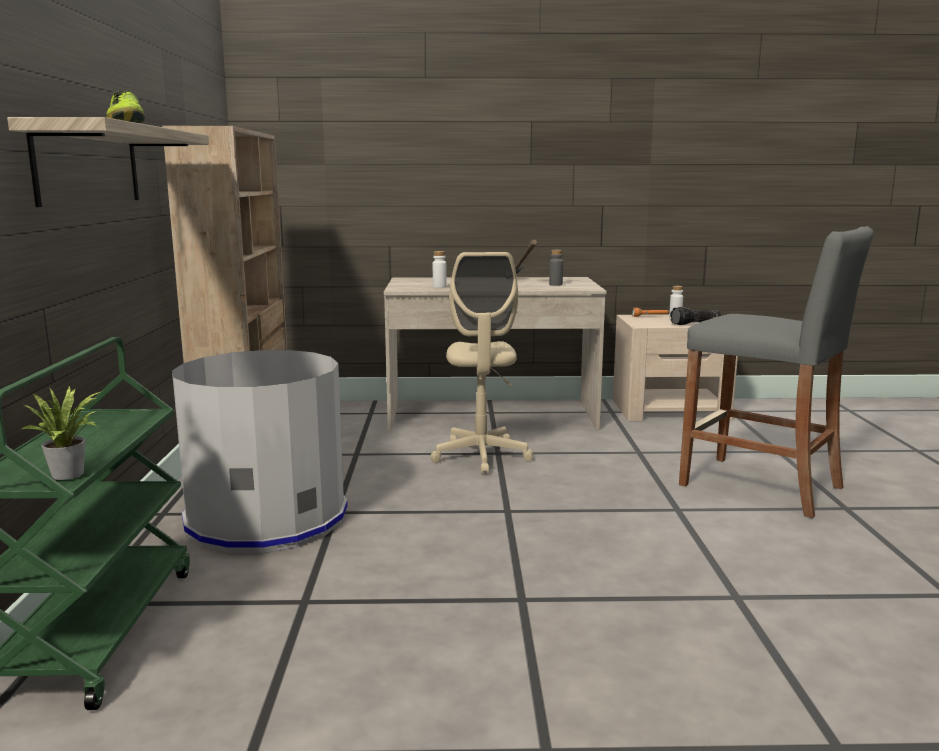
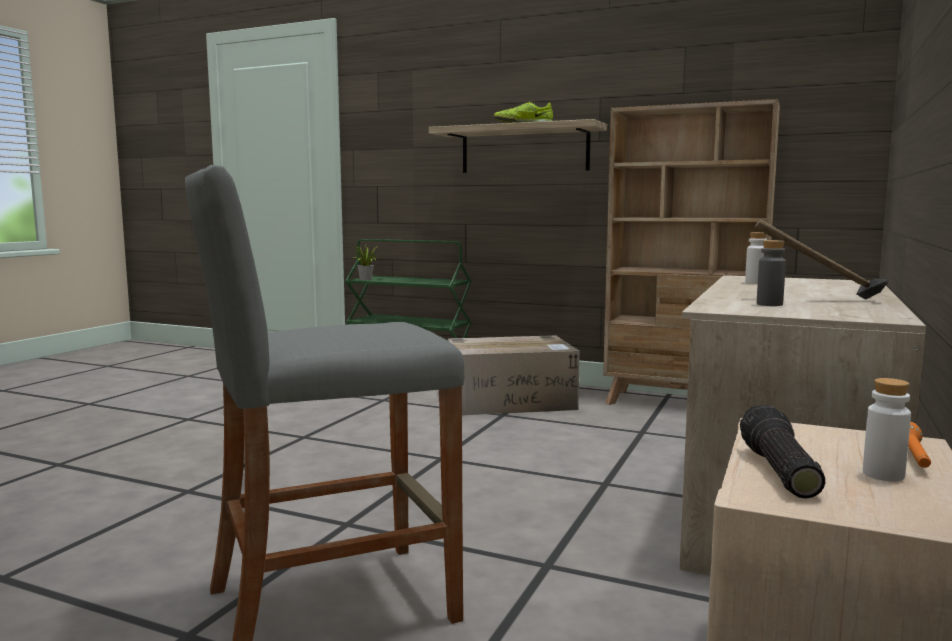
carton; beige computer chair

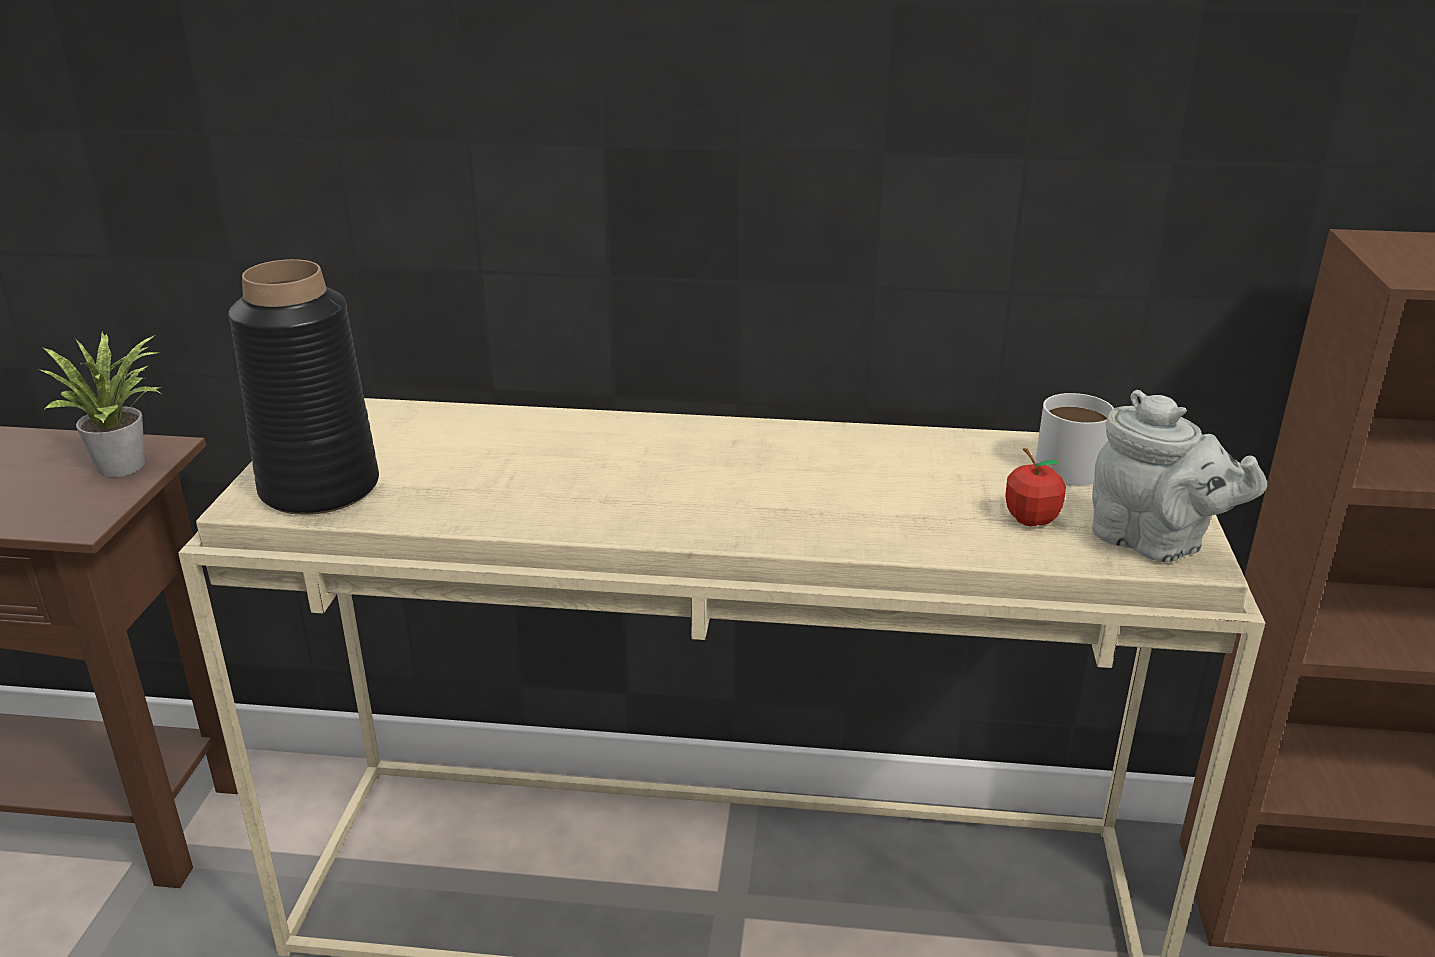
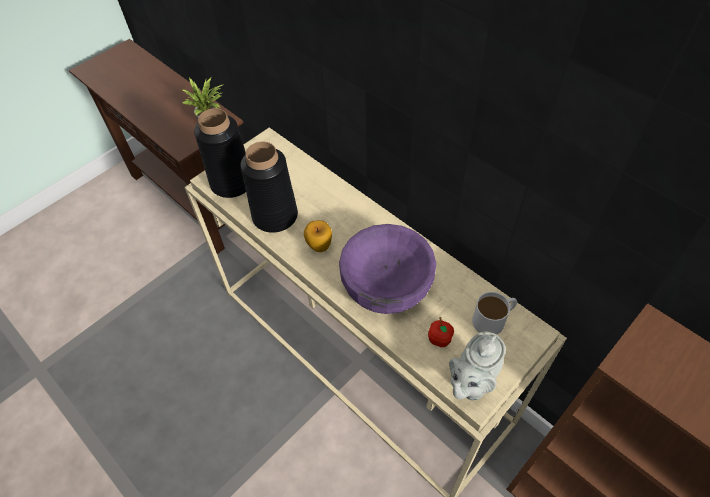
grey teapot; black vase (no. 2 from left); whole apple (no. 1 from left); purple serving bowl

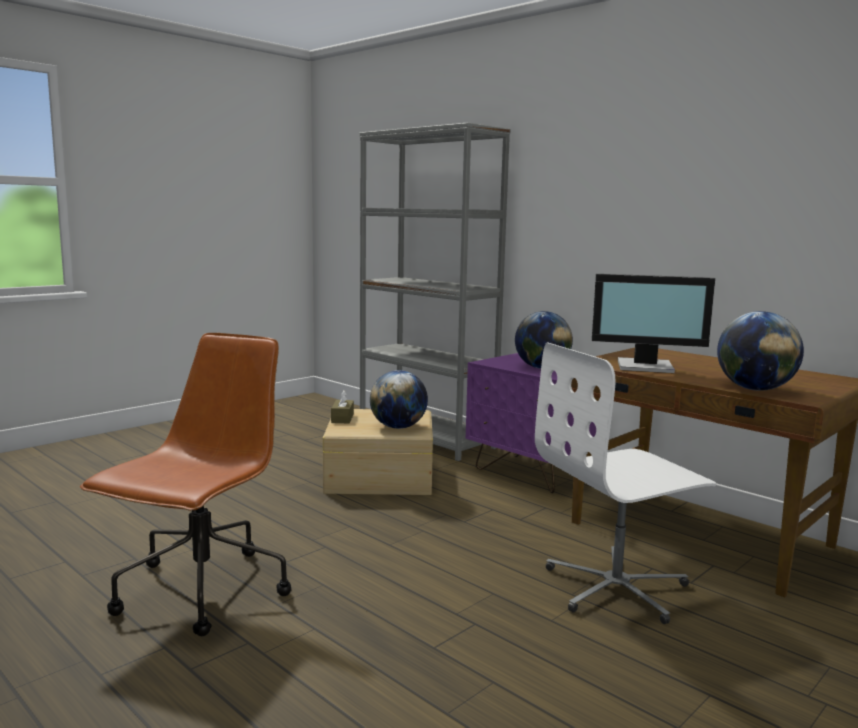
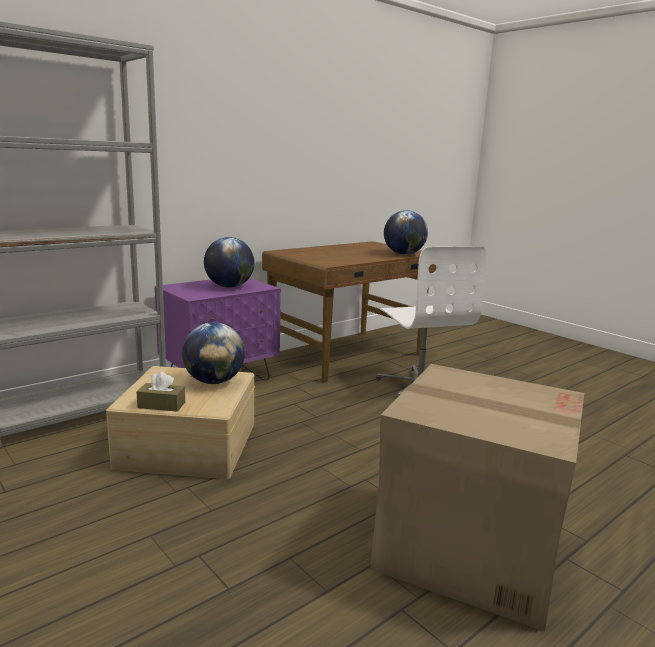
carton; computer screen

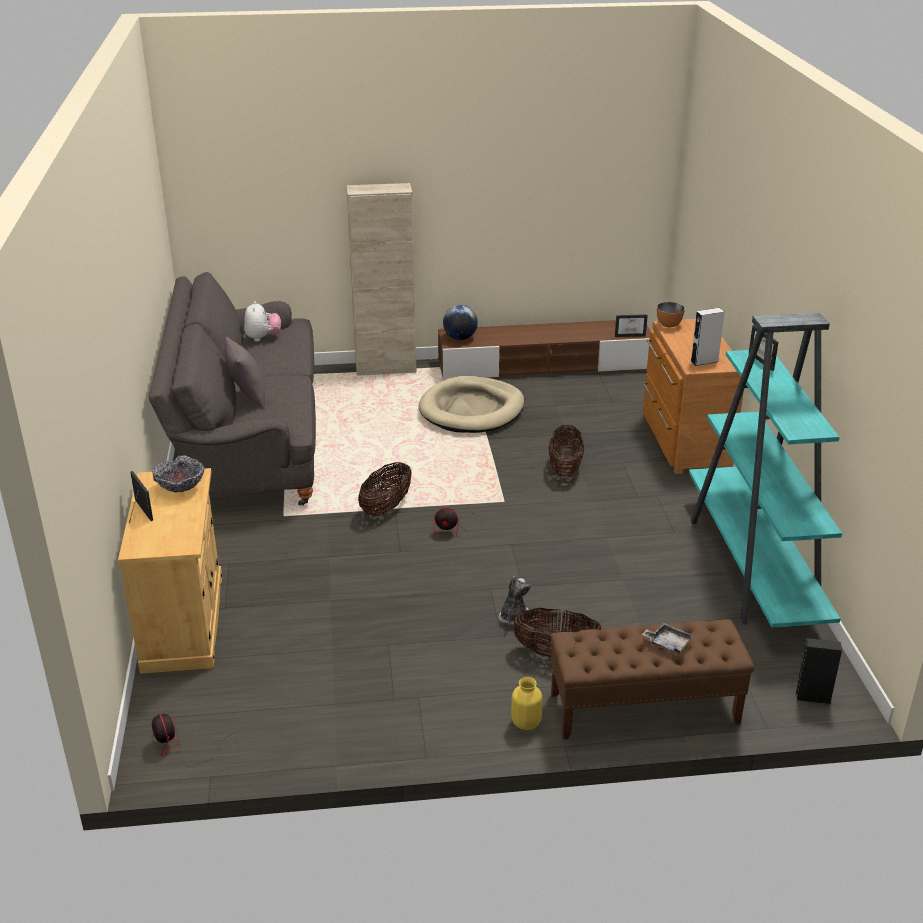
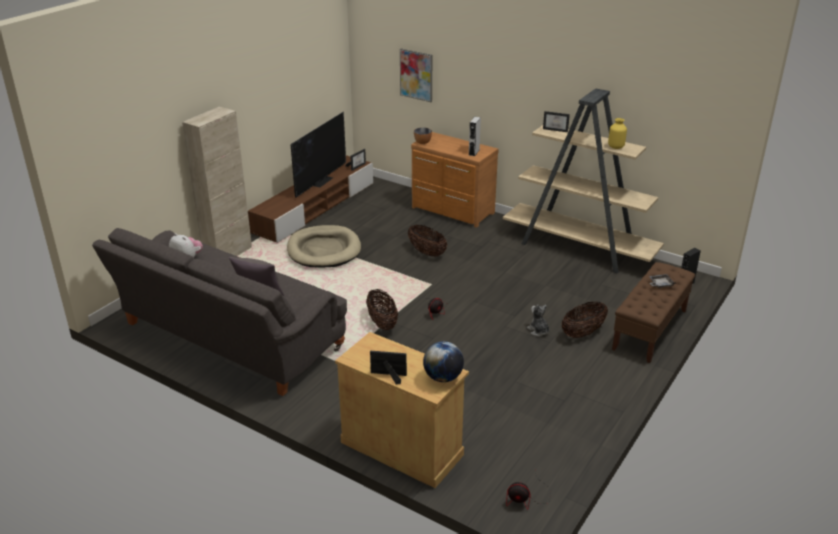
serving bowl (no. 1 from left in the first image); world globe; yellow vase; beige bookcase; TV set; wall picture

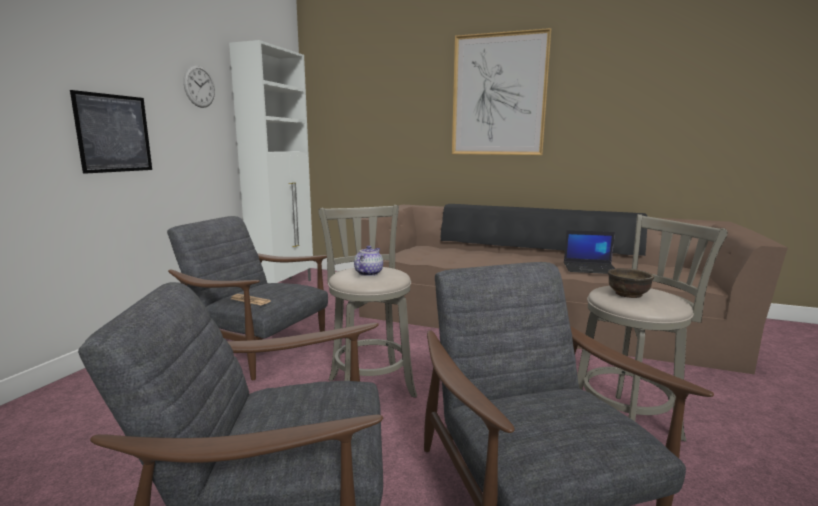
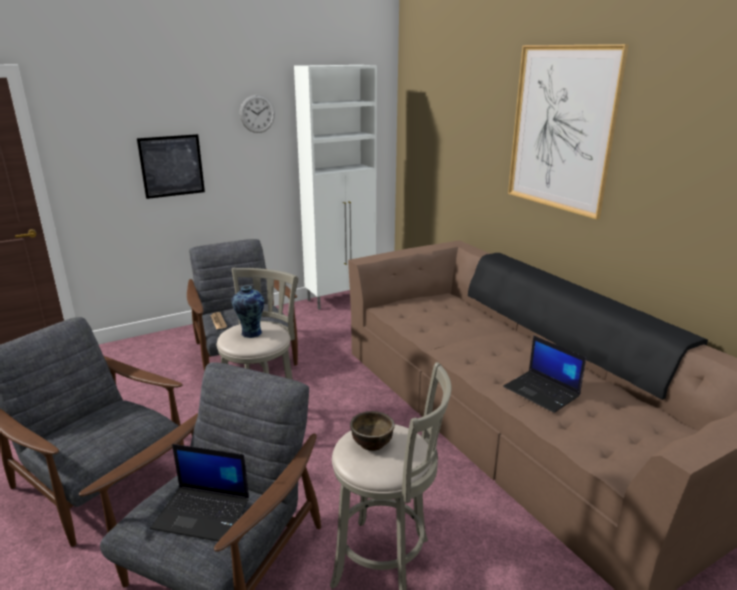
vase; portable computer (no. 1 from left)

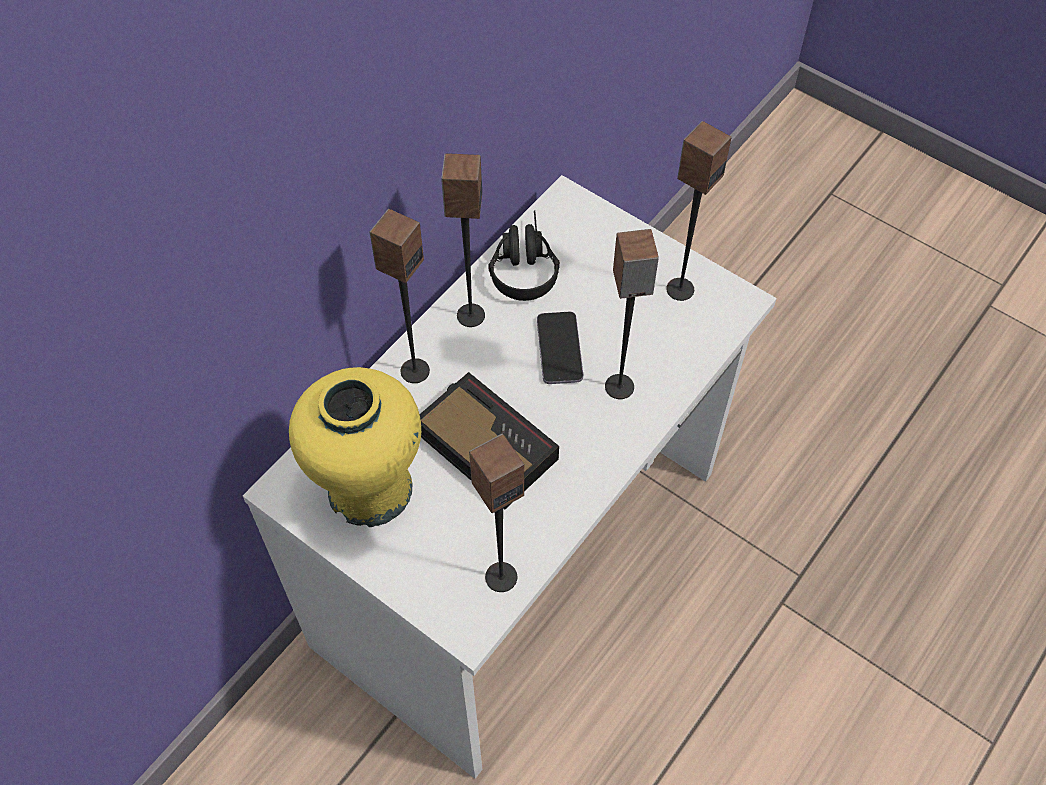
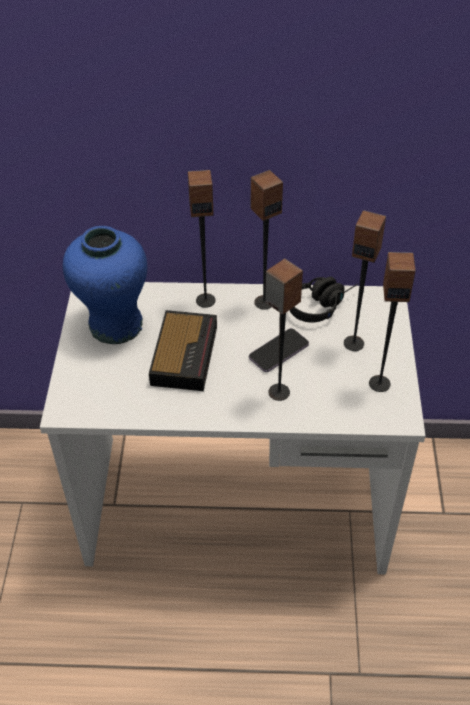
blue-coloured vase; loudspeaker (no. 4 from left)

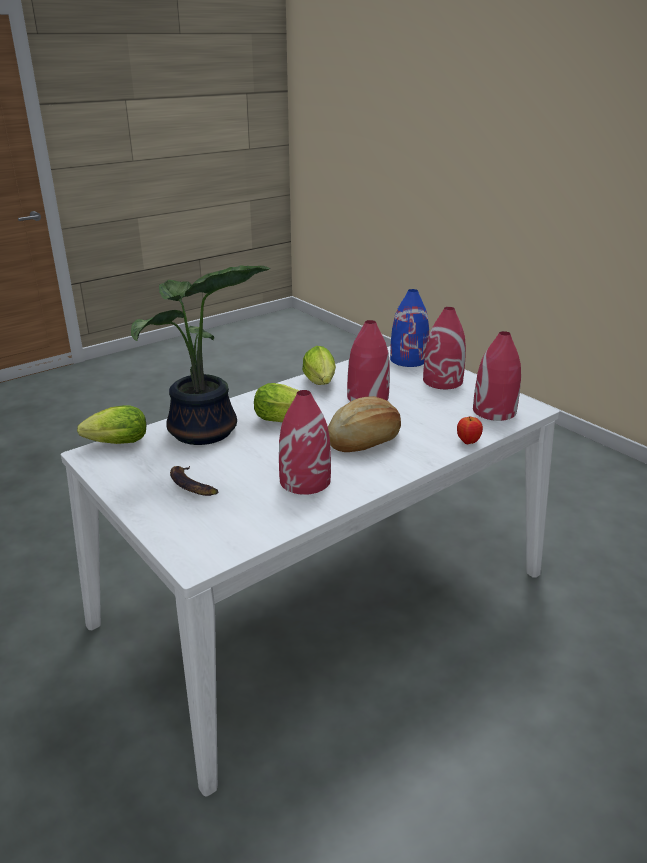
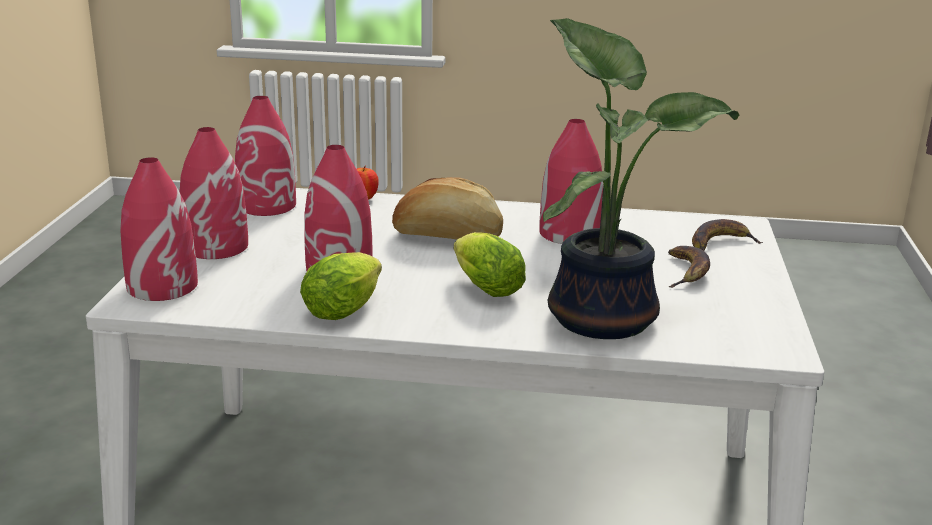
lettuce head (no. 1 from left in the first image); red-coloured vase (no. 1 from left); banana fruit (no. 2 from left)

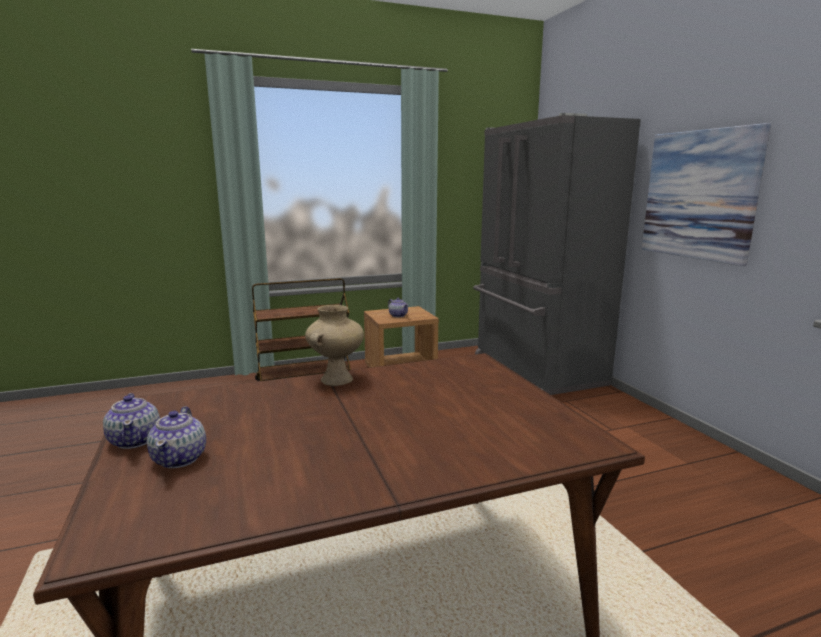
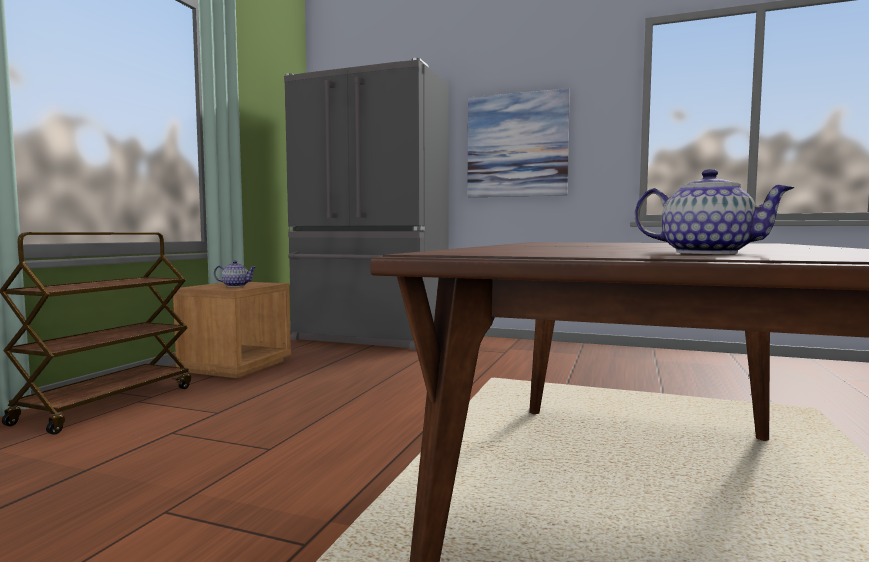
teapot (no. 1 from left in the first image); beige vase

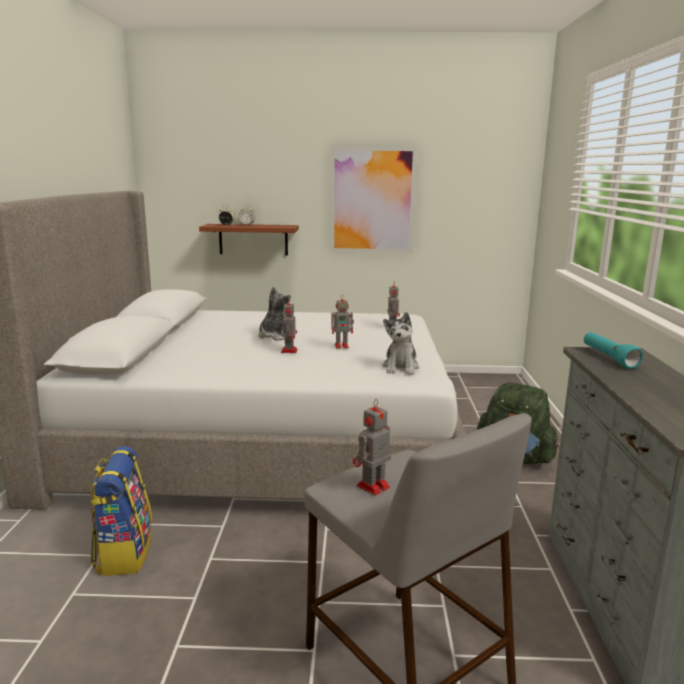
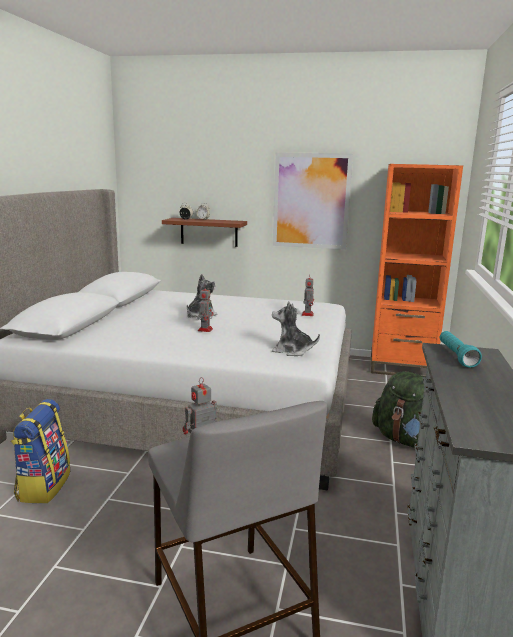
model robot (no. 2 from left in the first image); cuddly toy (no. 2 from left); orange bookcase

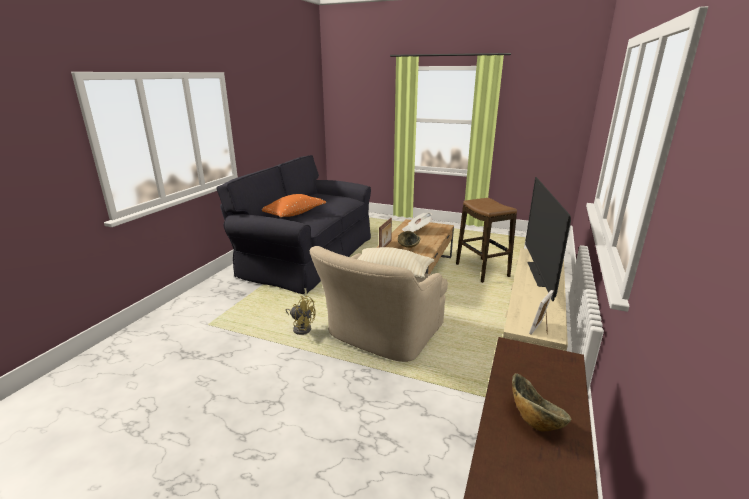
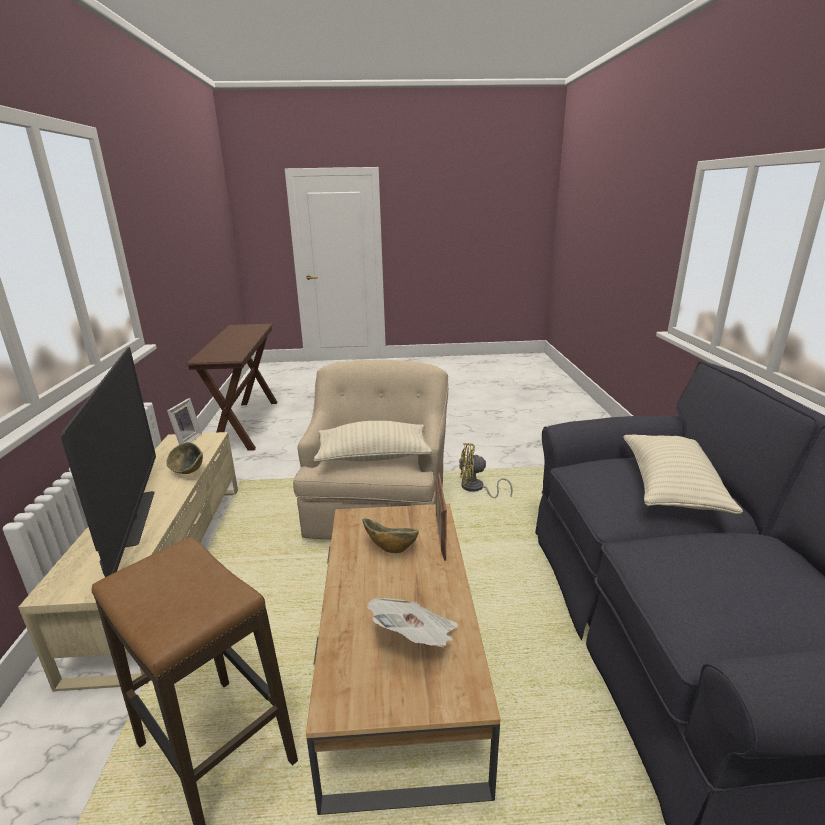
beige cushion (no. 2 from left); serving bowl (no. 1 from left)

